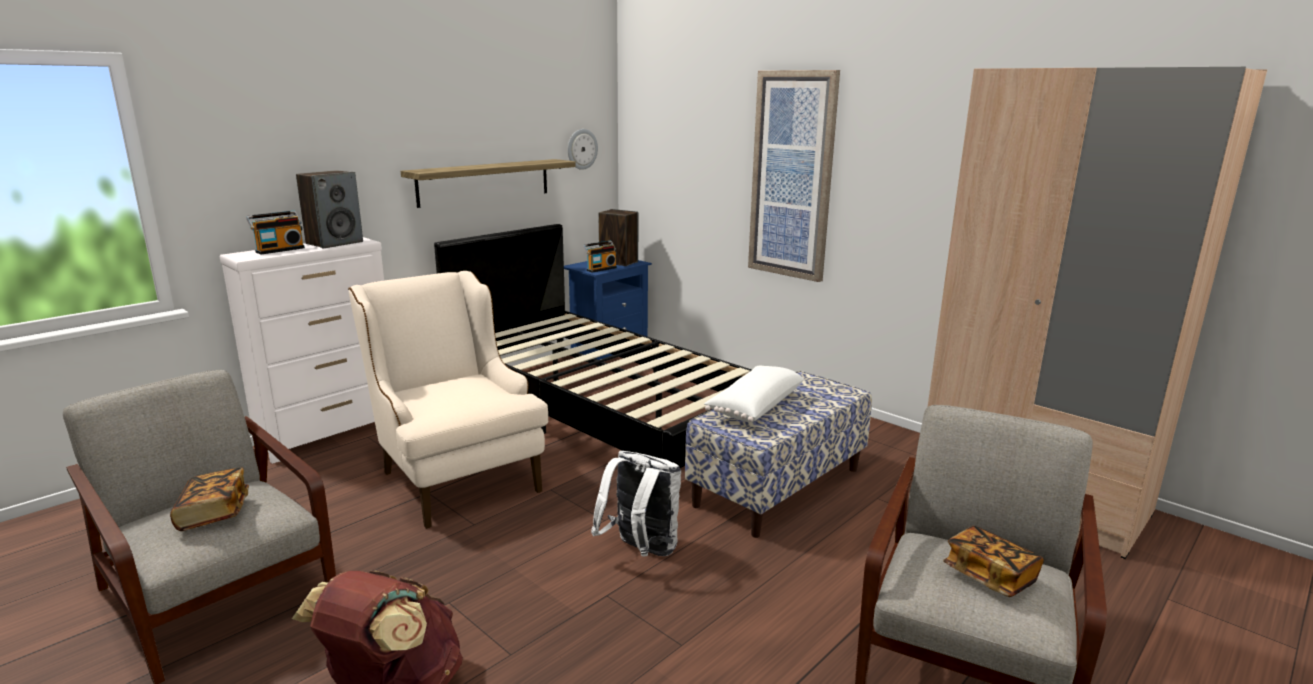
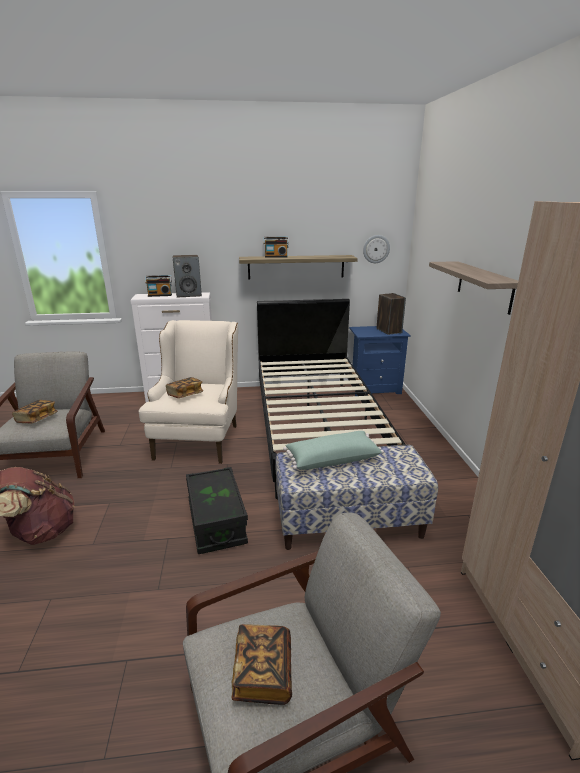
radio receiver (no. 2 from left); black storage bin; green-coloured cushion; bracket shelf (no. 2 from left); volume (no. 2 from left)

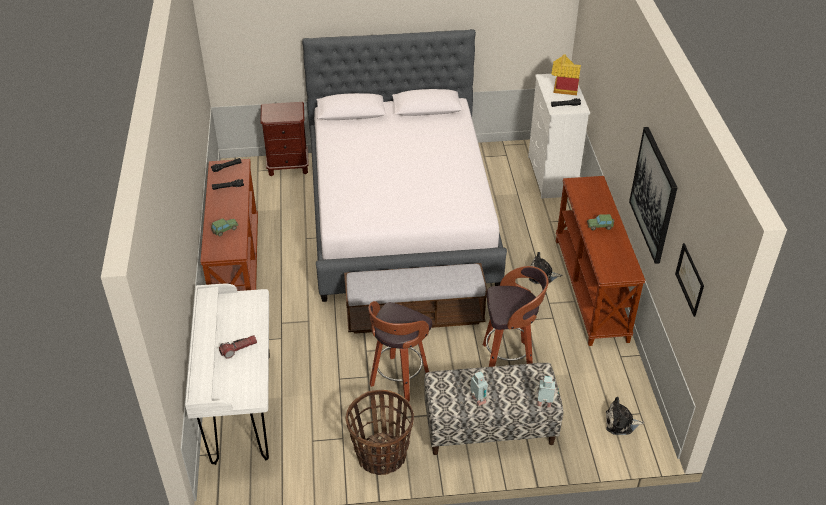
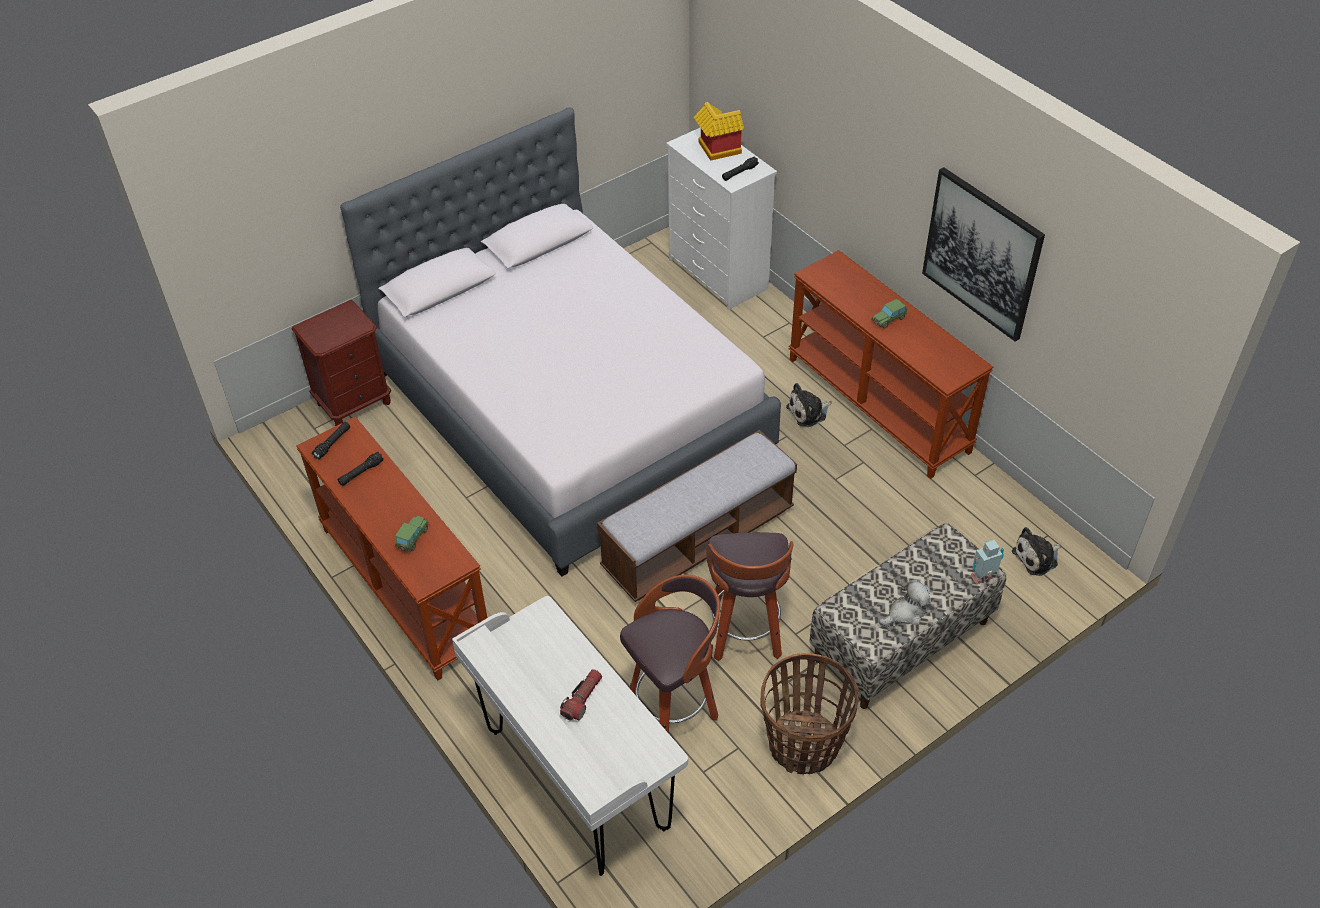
cuddly toy (no. 2 from left); sitting stool (no. 1 from left); wall picture (no. 2 from left in the first image)

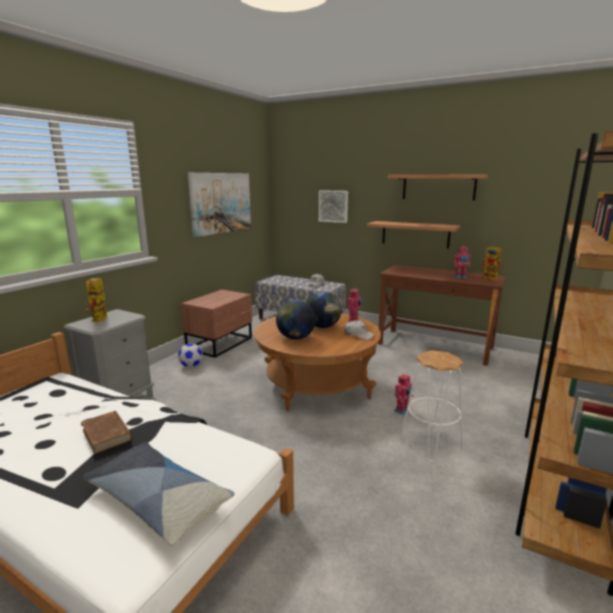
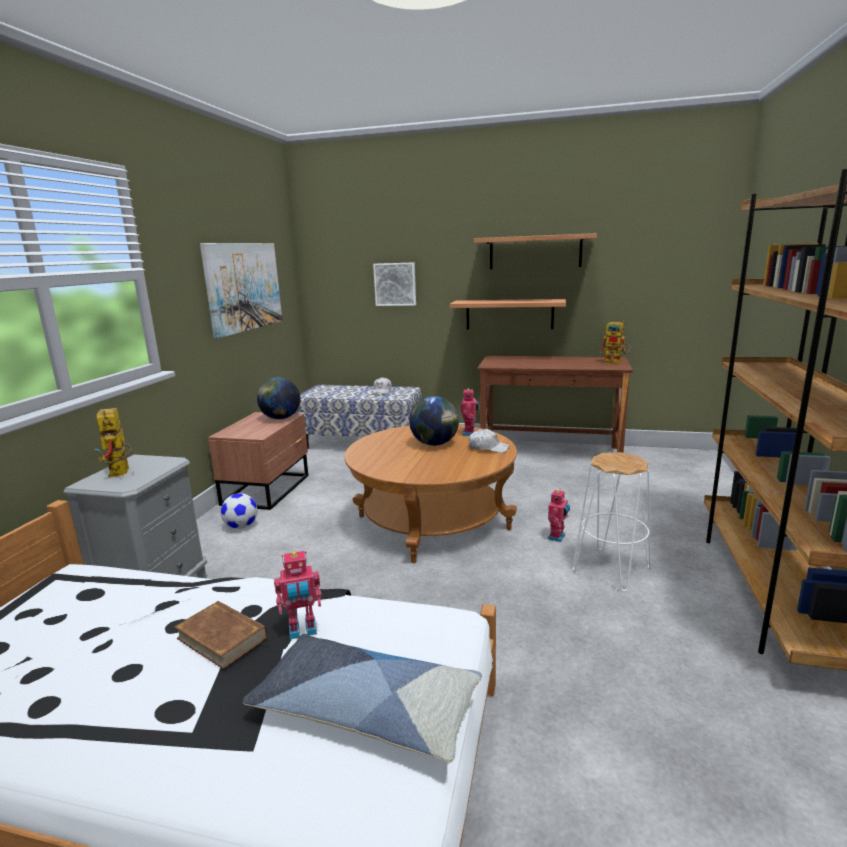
world globe (no. 1 from left); model robot (no. 2 from left)

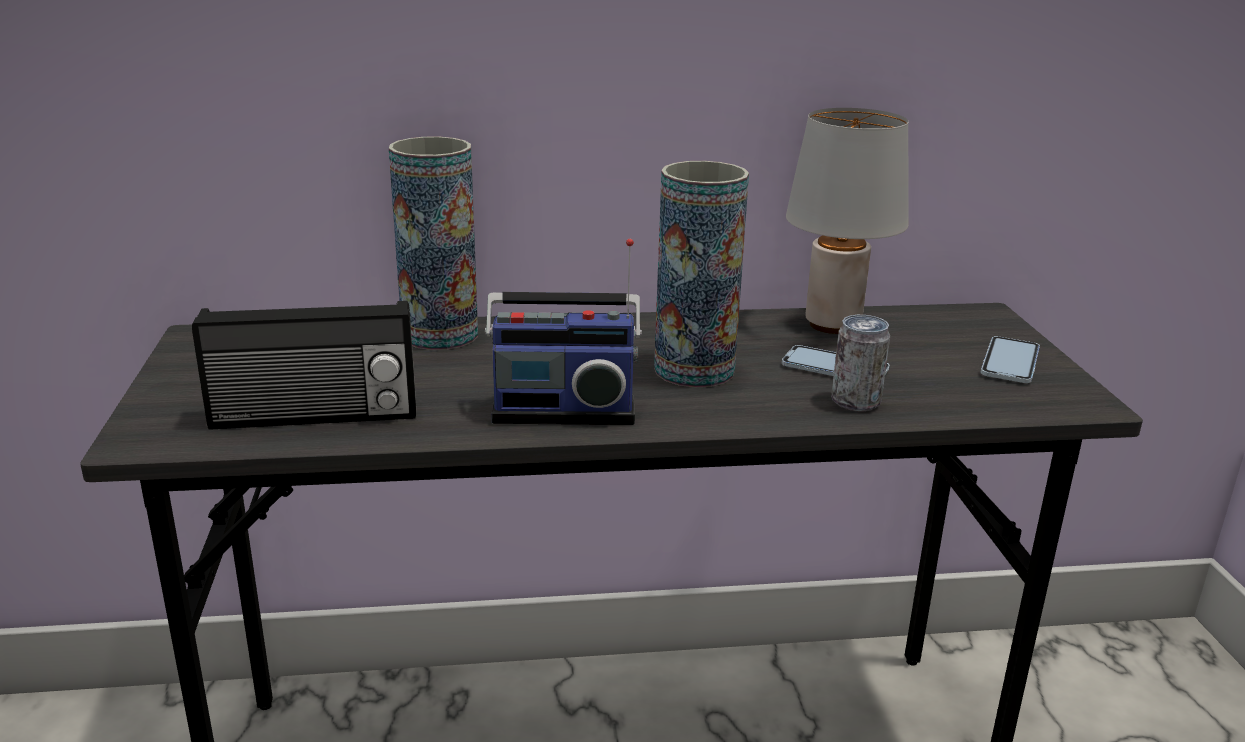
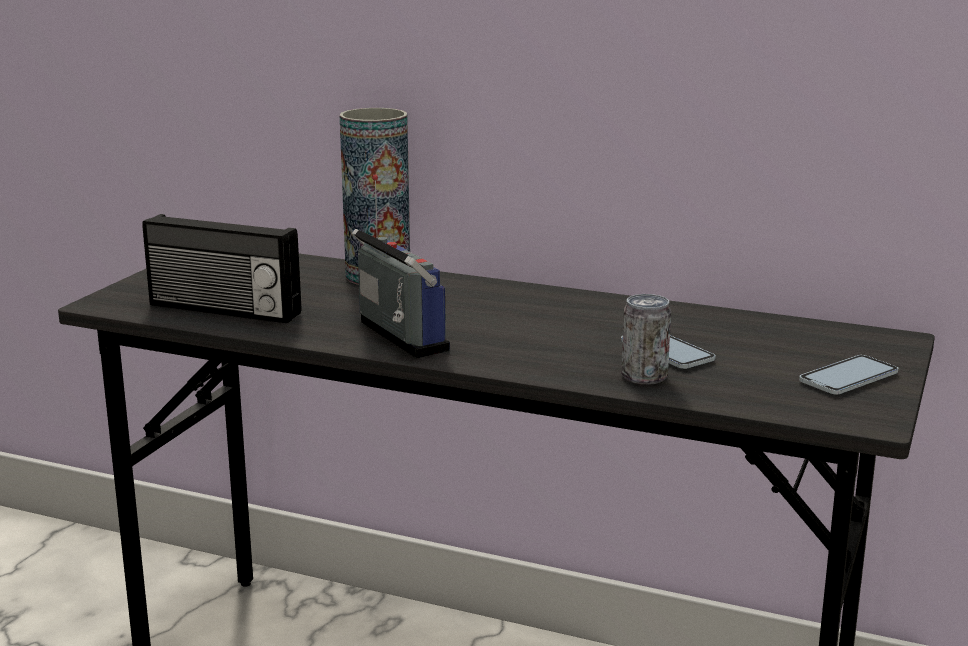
radio receiver (no. 2 from left); vase (no. 2 from left in the first image); grey table lamp

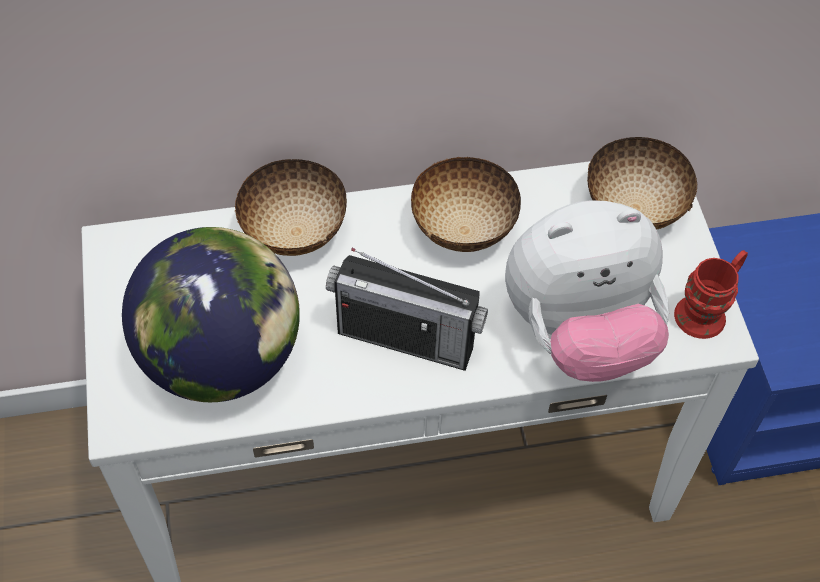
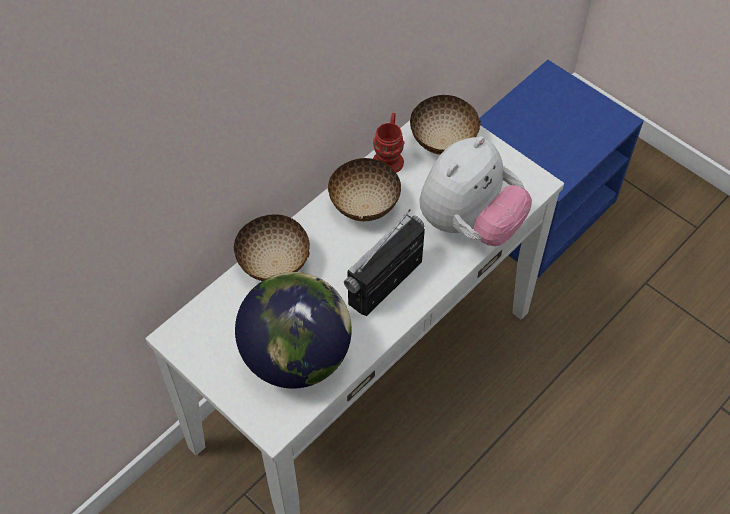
radio receiver; red-coloured coffee mug

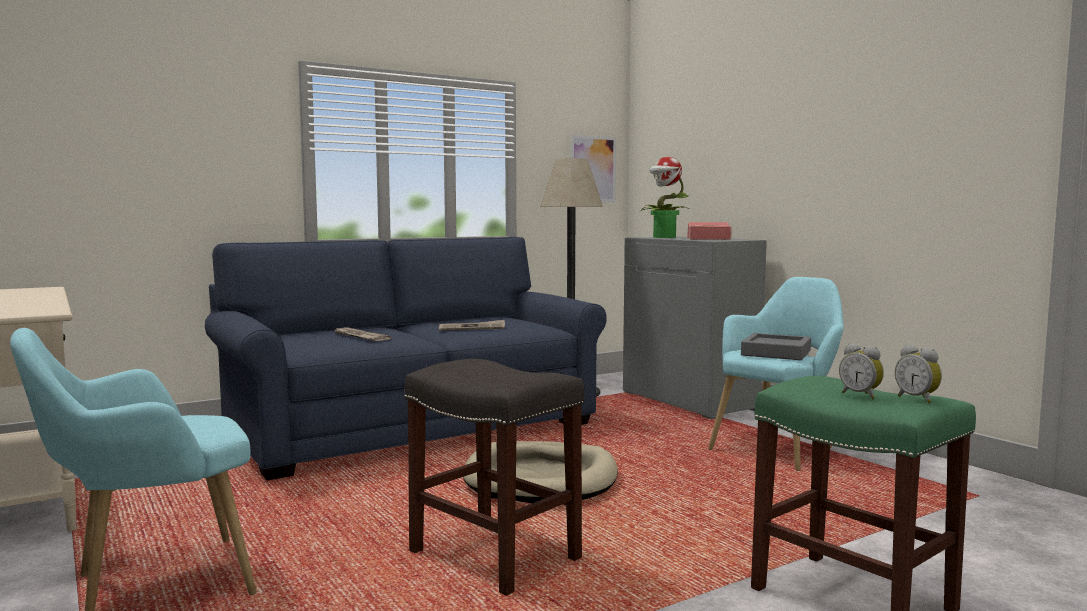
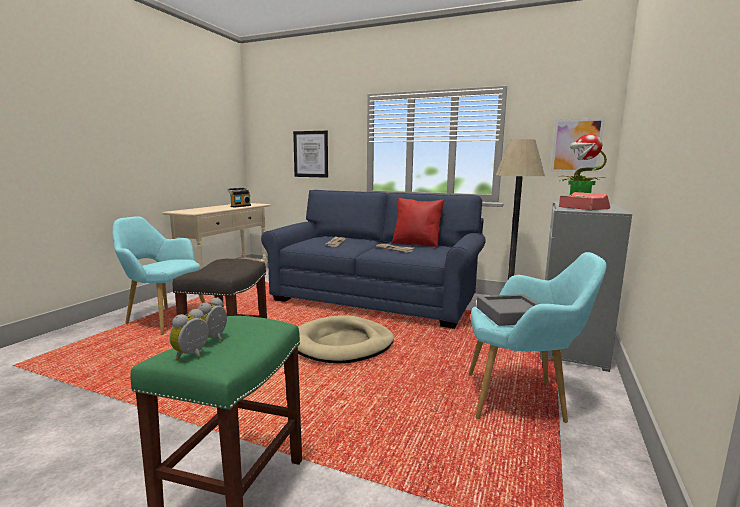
radio receiver; wall picture (no. 1 from left); red-coloured cushion

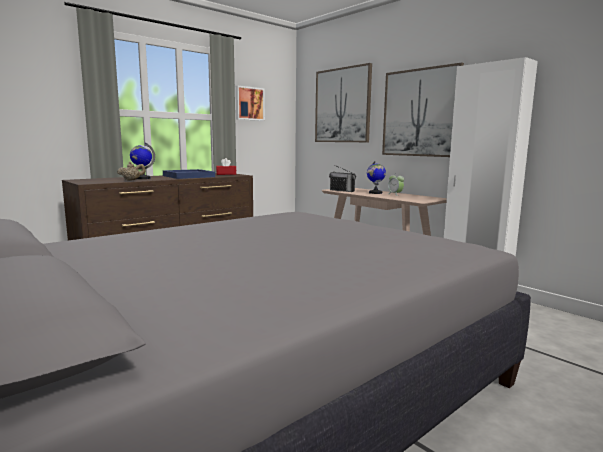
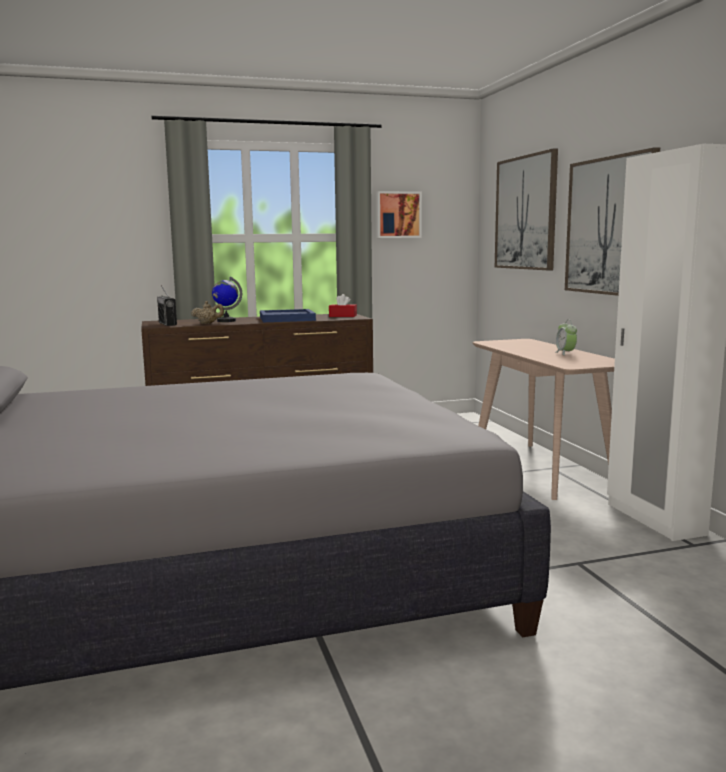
radio receiver; world globe (no. 2 from left in the first image)

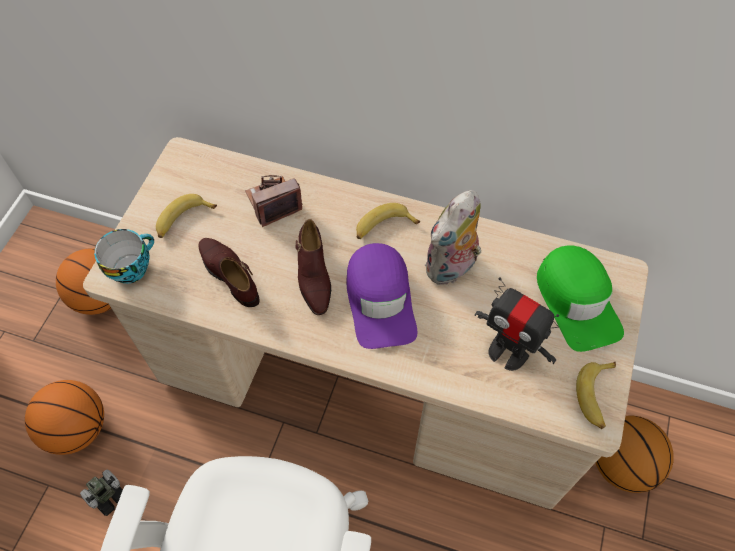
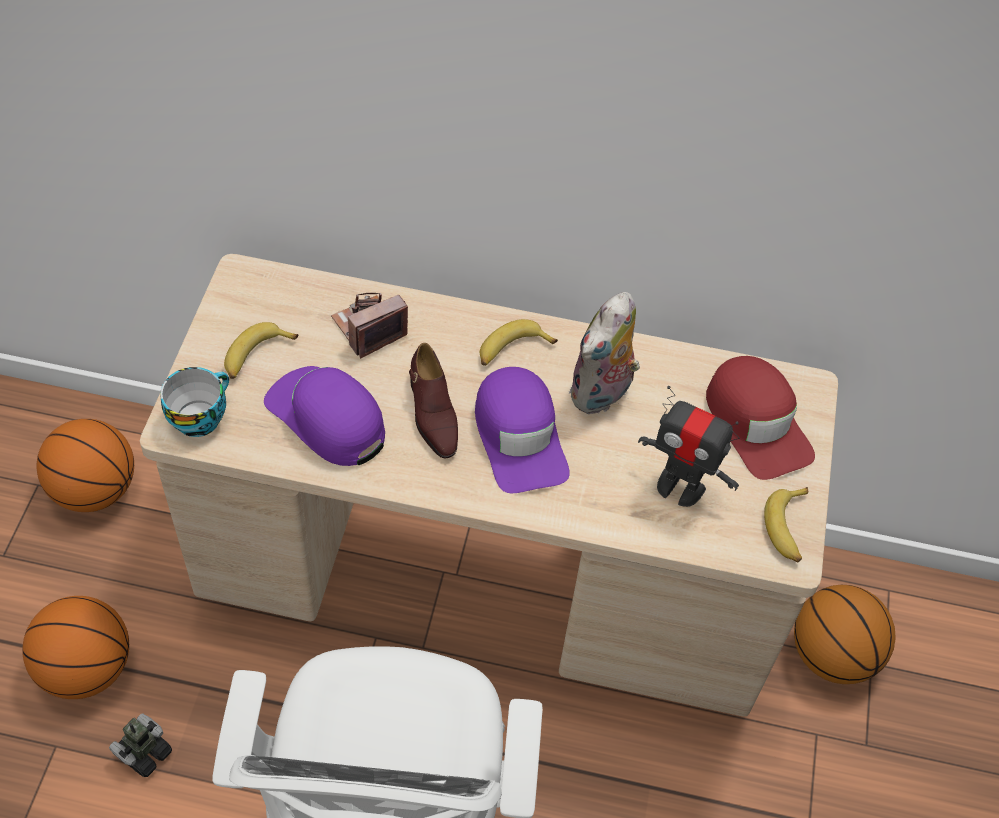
purple baseball cap (no. 1 from left); red-coloured baseball cap

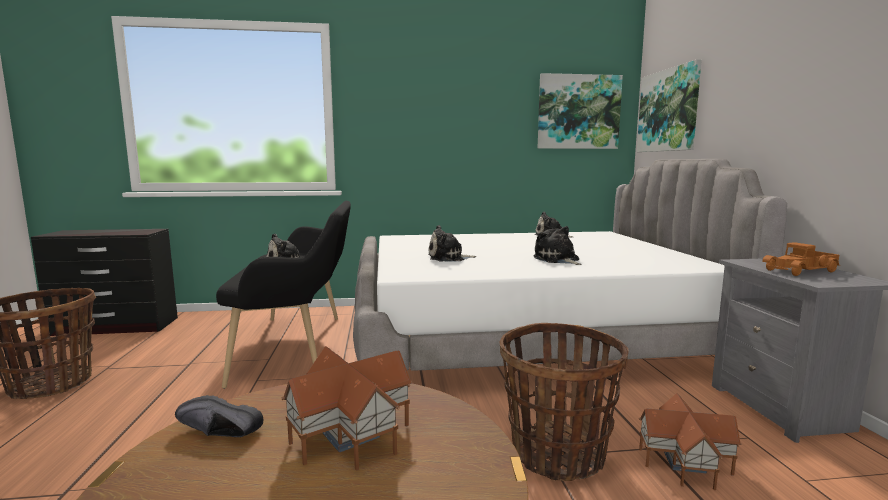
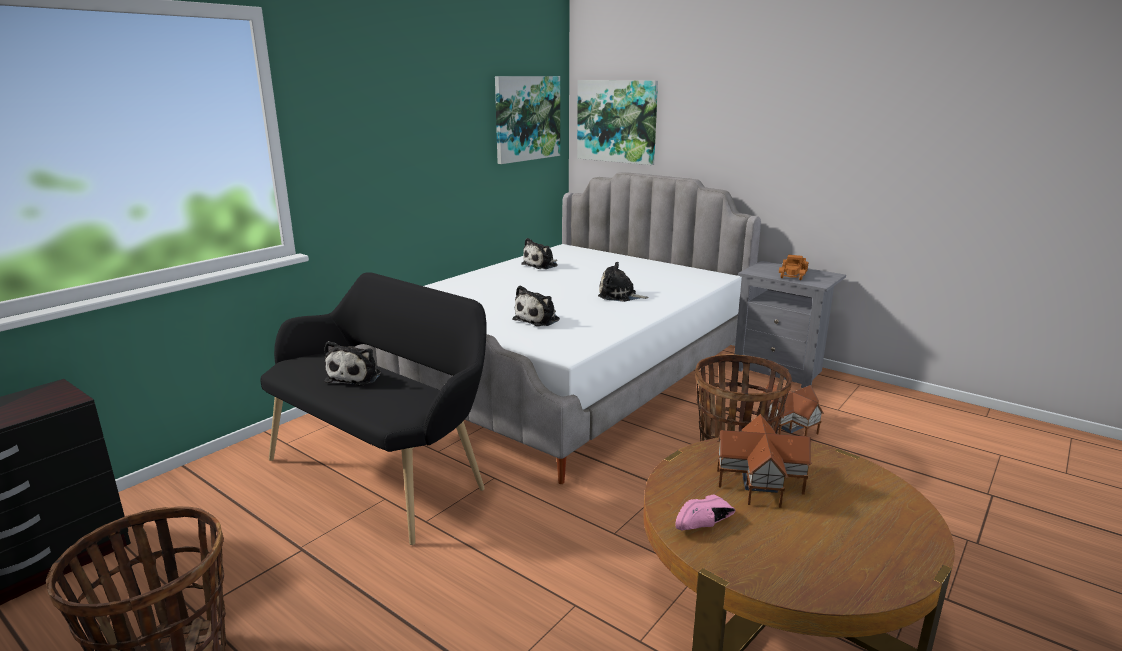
pinkish shoe

